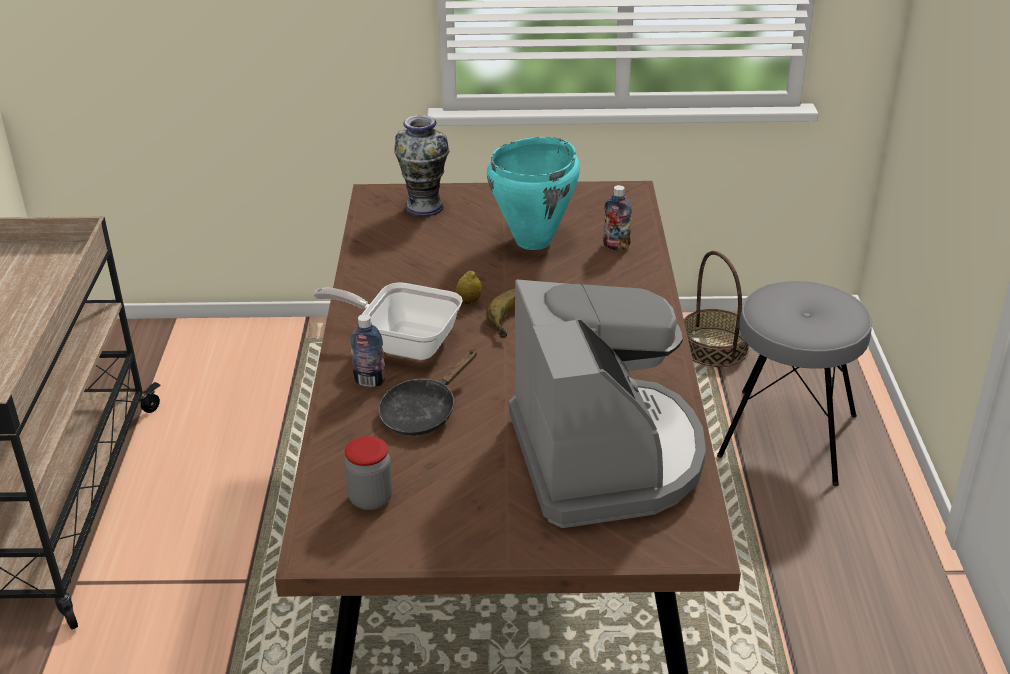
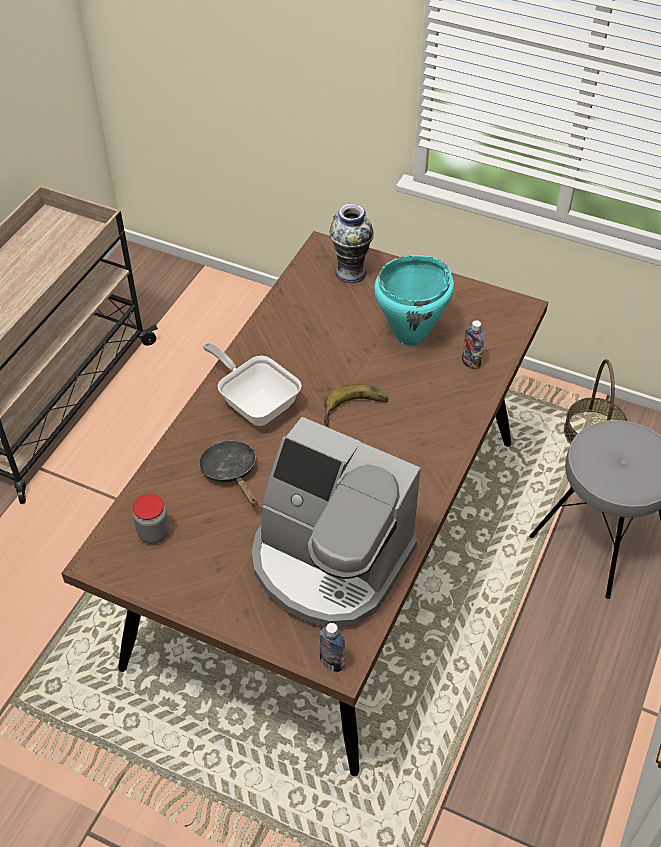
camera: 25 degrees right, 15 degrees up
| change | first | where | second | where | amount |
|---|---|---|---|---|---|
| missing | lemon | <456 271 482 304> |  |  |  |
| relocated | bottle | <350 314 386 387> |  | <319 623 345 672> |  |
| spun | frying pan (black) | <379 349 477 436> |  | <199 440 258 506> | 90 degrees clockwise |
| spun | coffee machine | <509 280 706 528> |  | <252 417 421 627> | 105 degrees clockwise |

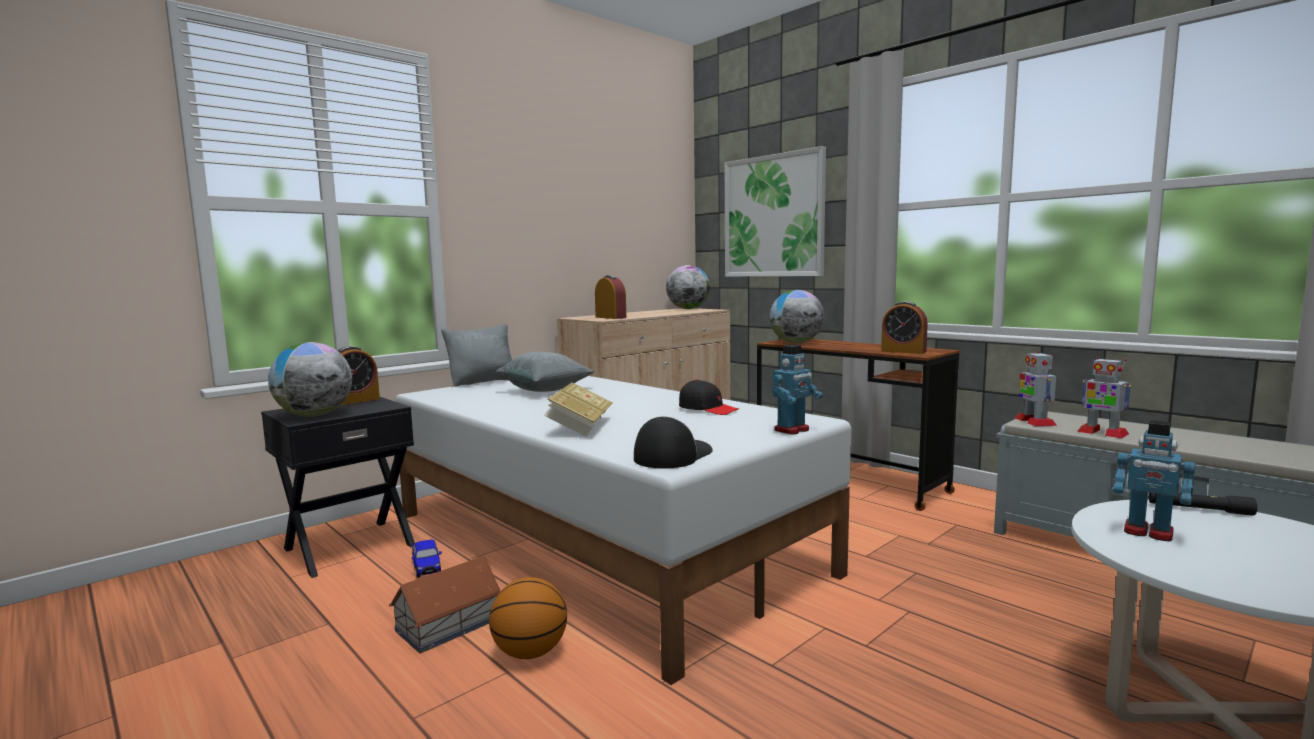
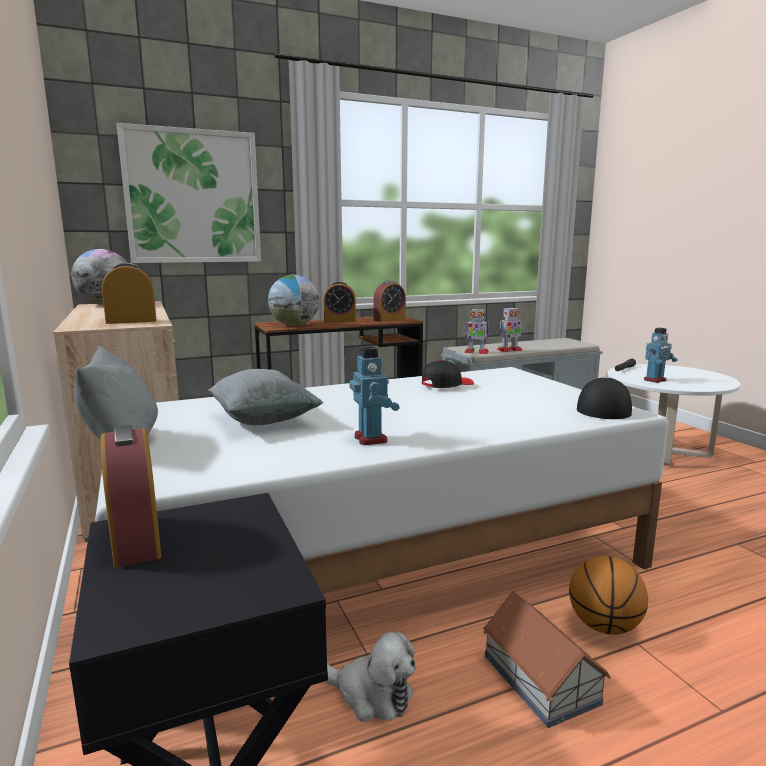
camera: 70 degrees left, 5 degrees up
| change | first | where | second | where | amount |
|---|---|---|---|---|---|
| missing | globe | <268 342 352 417> |  |  |  |
| missing | book | <544 383 612 437> |  |  |  |
| appeared |  |  | alarm clock | <323 281 356 323> |  |
| relocated | toy robot | <772 345 823 435> |  | <350 346 400 445> |  |
| exchanged | toy car | <412 540 442 578> | plush toy | <324 632 415 722> |  |
| spun | cap | <634 416 713 469> |  | <577 377 632 419> | 60 degrees clockwise |

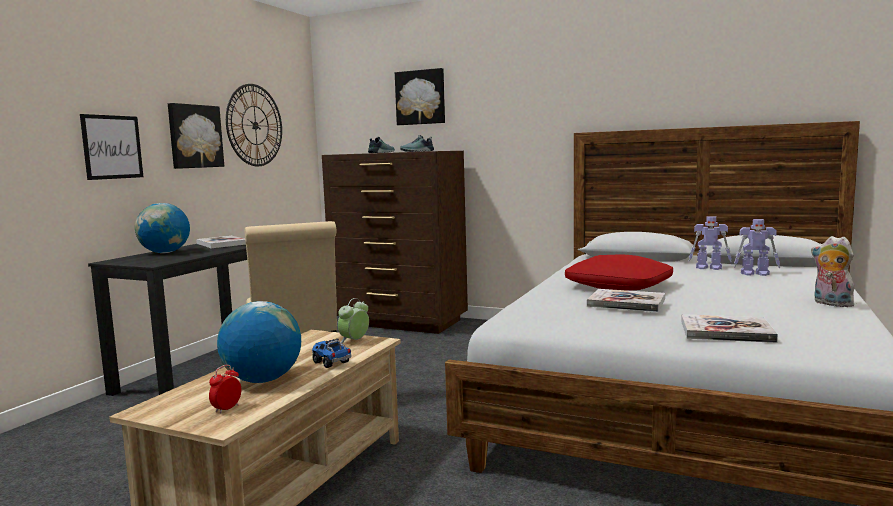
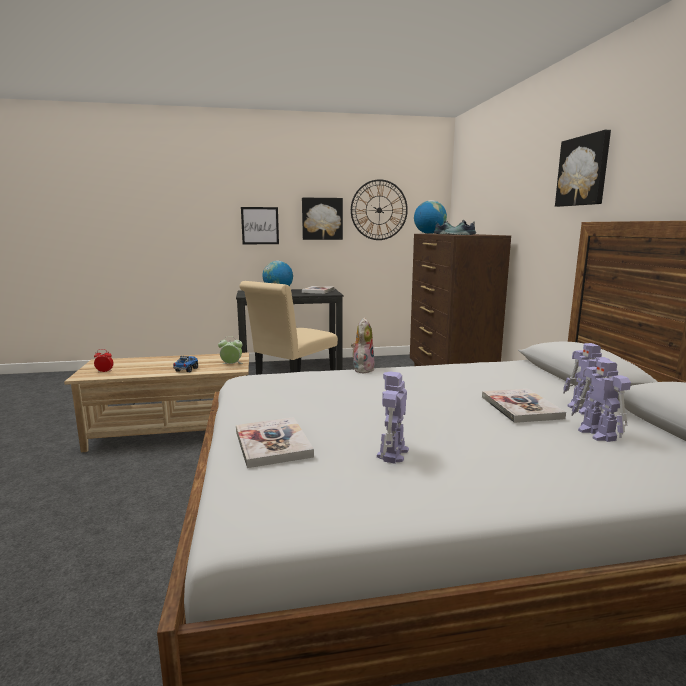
camera: 55 degrees right, 5 degrees up
| change | first | where | second | where | amount |
|---|---|---|---|---|---|
| missing | pillow (red) | <565 254 673 291> |  |  |  |
| appeared |  |  | toy robot | <377 372 409 464> |  |
| relocated | globe | <217 301 301 383> |  | <414 200 447 234> |  |
| relocated | picture | <395 68 445 125> |  | <555 130 611 207> |  |
| relocated | book | <587 289 665 312> |  | <482 389 566 423> |  |
| relocated | plush toy | <811 236 854 307> |  | <351 318 374 373> |  |

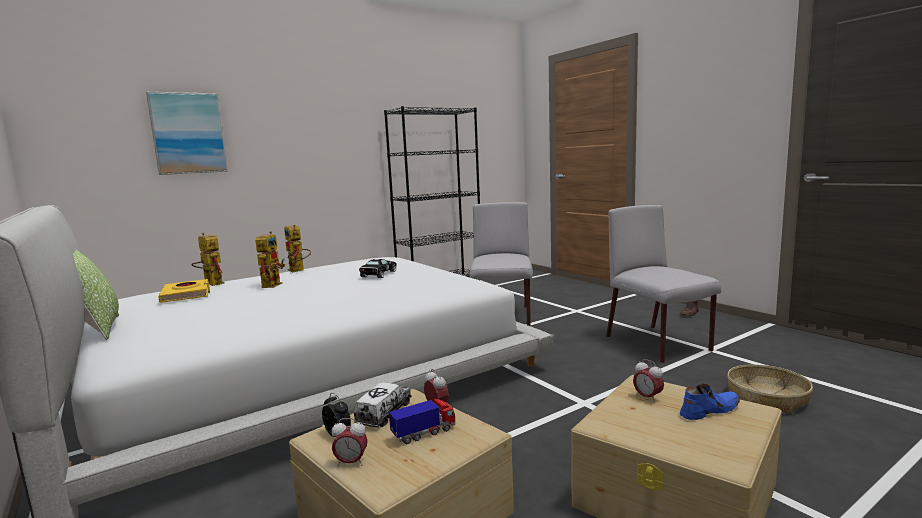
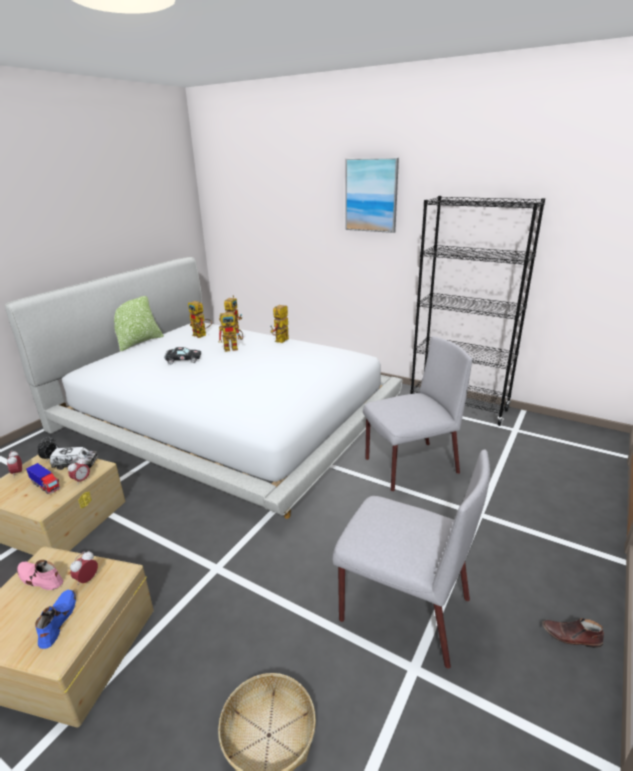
camera: 65 degrees right, 15 degrees up
| change | first | where | second | where | amount |
|---|---|---|---|---|---|
| appeared |  |  | shoe (pink) | <17 560 63 590> |  |
| relocated | picture | <146 92 228 175> |  | <345 158 399 233> |  |
| relocated | toy car (black) | <359 259 397 278> |  | <164 347 201 364> |  |
| exchanged | book (yellow) | <158 279 210 303> | toy robot | <188 301 212 338> |  |
| spun | chair (grey) | <606 205 722 363> |  | <333 450 490 668> | 75 degrees clockwise |
| spun | shoe (blue) | <680 383 740 420> |  | <35 590 76 649> | 135 degrees counterclockwise |

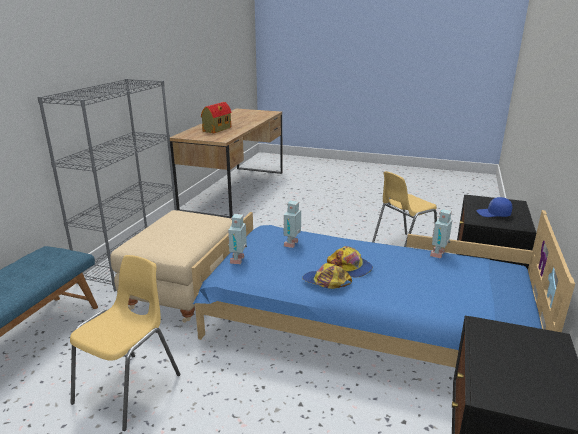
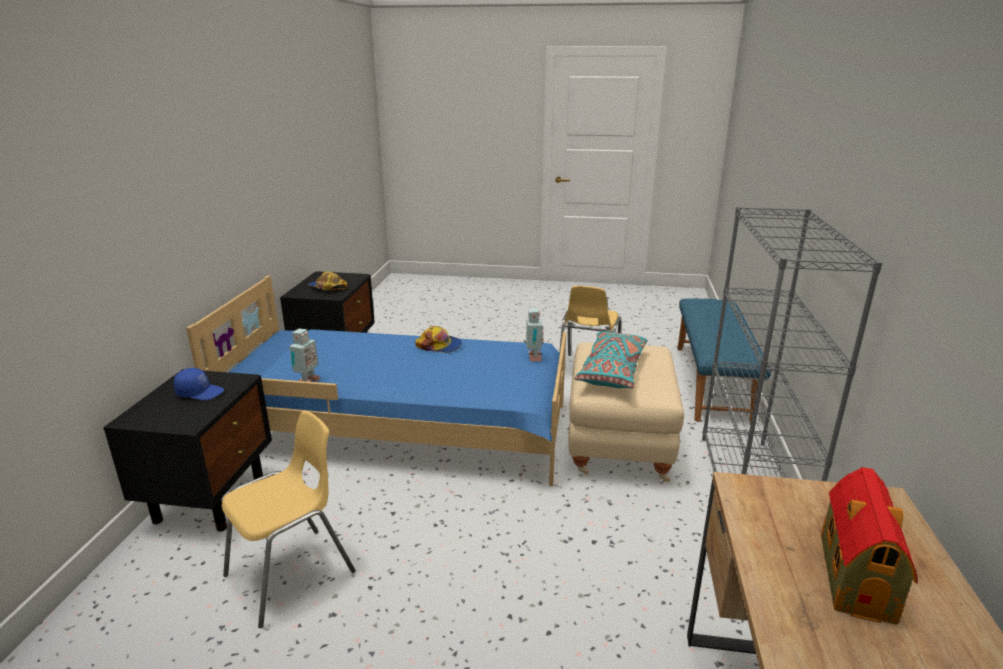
camera: 170 degrees right, 0 degrees up
| change | first | where | second | where | amount |
|---|---|---|---|---|---|
| missing | toy robot | <283 200 301 248> |  |  |  |
| appeared |  |  | pillow (turquoise) | <574 331 648 388> |  |
| relocated | cap | <327 246 373 278> |  | <308 272 347 290> |  |

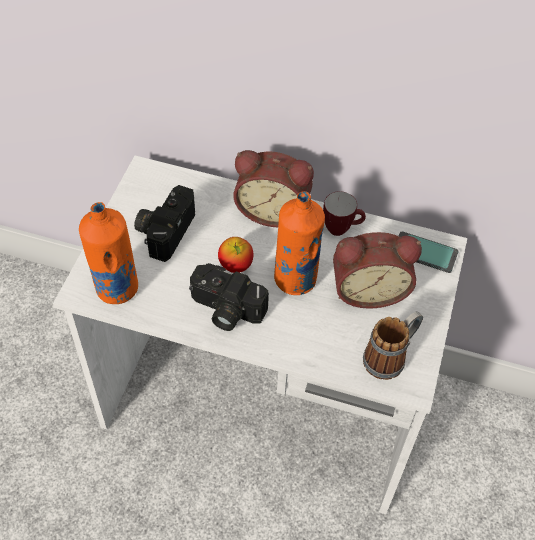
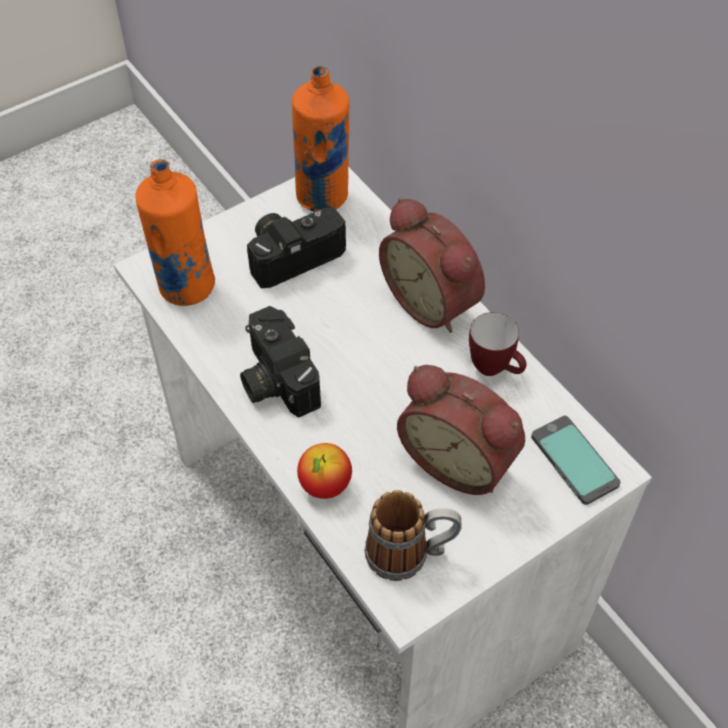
camera: 40 degrees right, 0 degrees up
| change | first | where | second | where | amount |
|---|---|---|---|---|---|
| relocated | apple | <218 237 253 273> |  | <297 443 352 499> |  |
| relocated | bottle (orange) | <274 191 325 295> |  | <292 66 349 212> |  |

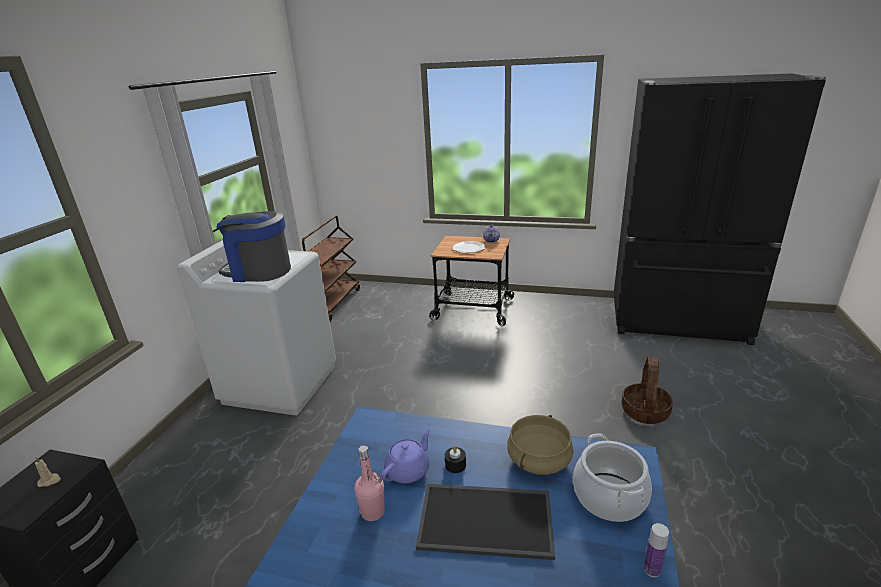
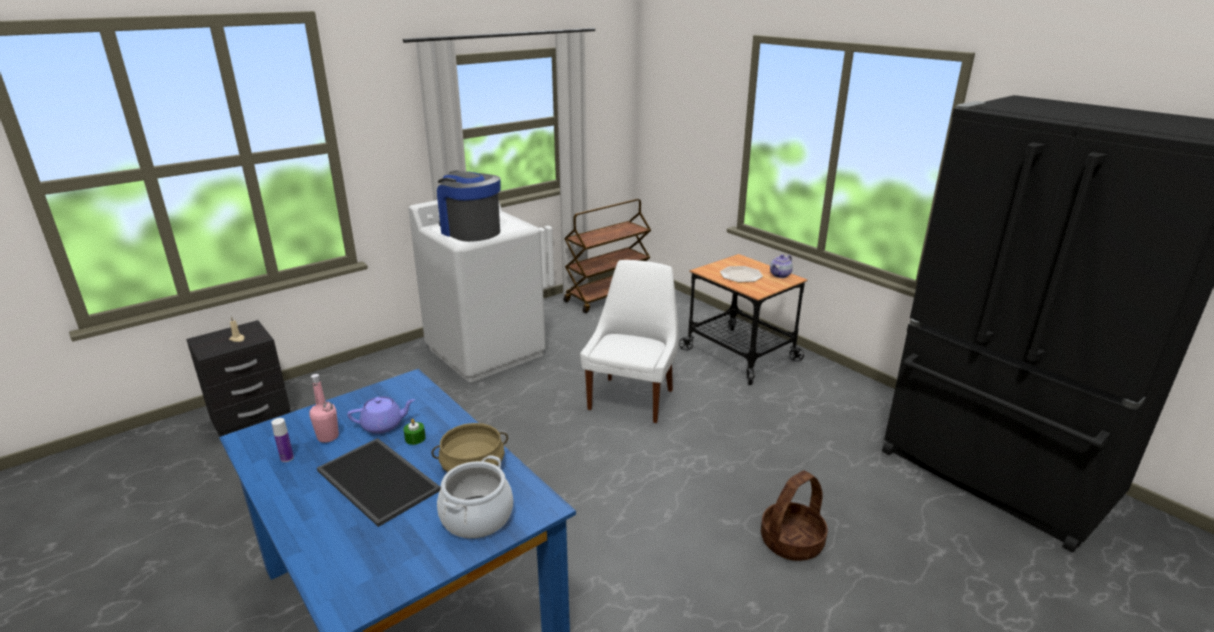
camera: 35 degrees right, 0 degrees up
| change | first | where | second | where | amount |
|---|---|---|---|---|---|
| appeared |  |  | chair (white) | <580 260 678 423> |  |
| relocated | bottle | <644 523 669 577> |  | <271 418 294 462> |  |
| colour | candle (black) | <445 446 466 473> | candle (green) | <403 419 426 445> |  |

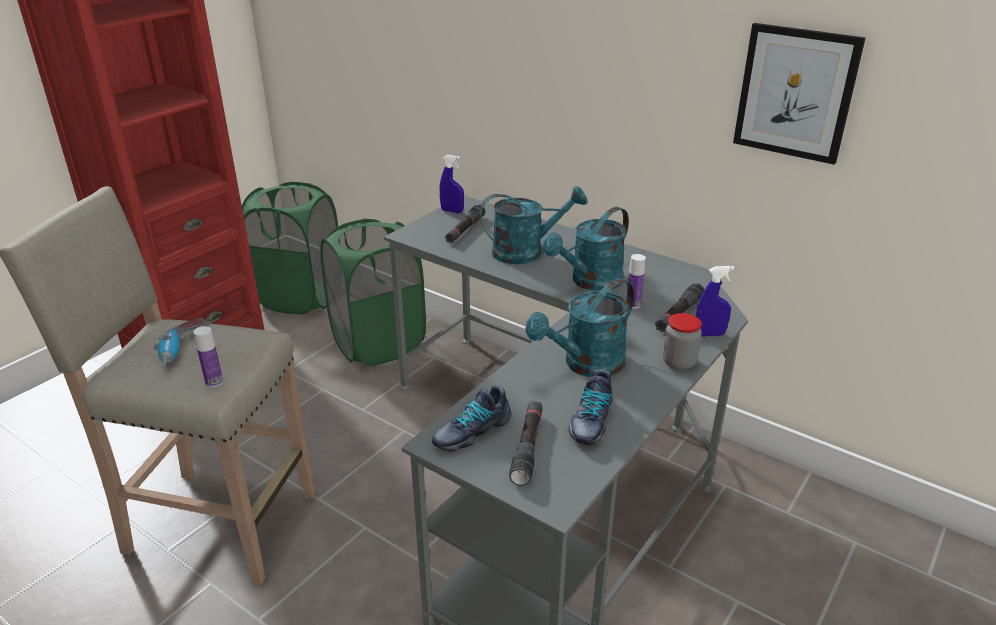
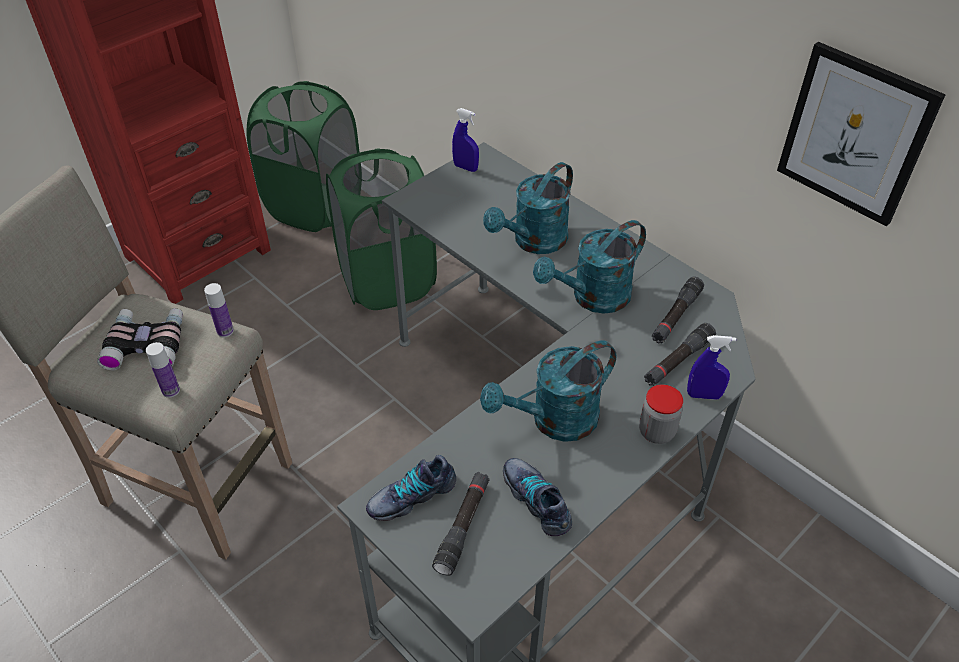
camera: 10 degrees right, 15 degrees up
| change | first | where | second | where | amount |
|---|---|---|---|---|---|
| relocated | flashlight (black) | <445 204 485 243> |  | <652 277 704 343> |  |
| relocated | bottle | <626 254 646 309> |  | <204 283 234 337> |  |
| exchanged | power drill | <154 318 209 369> | binoculars | <97 308 183 371> |  |
| spun | watering can (turquoise) | <480 186 587 264> |  | <483 162 573 254> | 135 degrees clockwise |
| spun | shoe | <568 369 613 446> |  | <503 458 572 536> | 120 degrees clockwise |

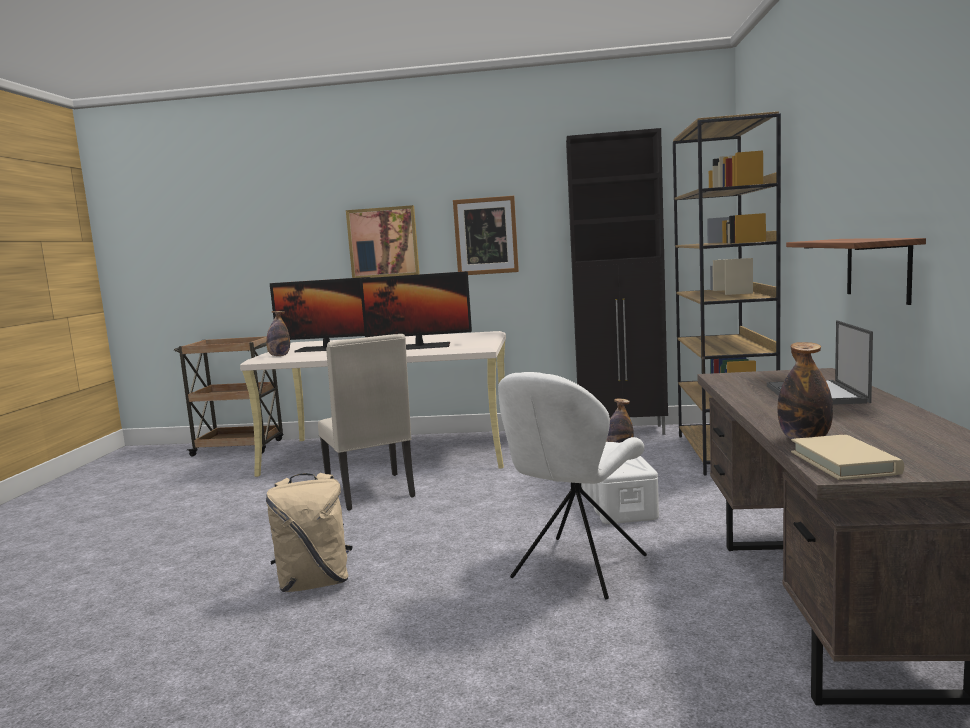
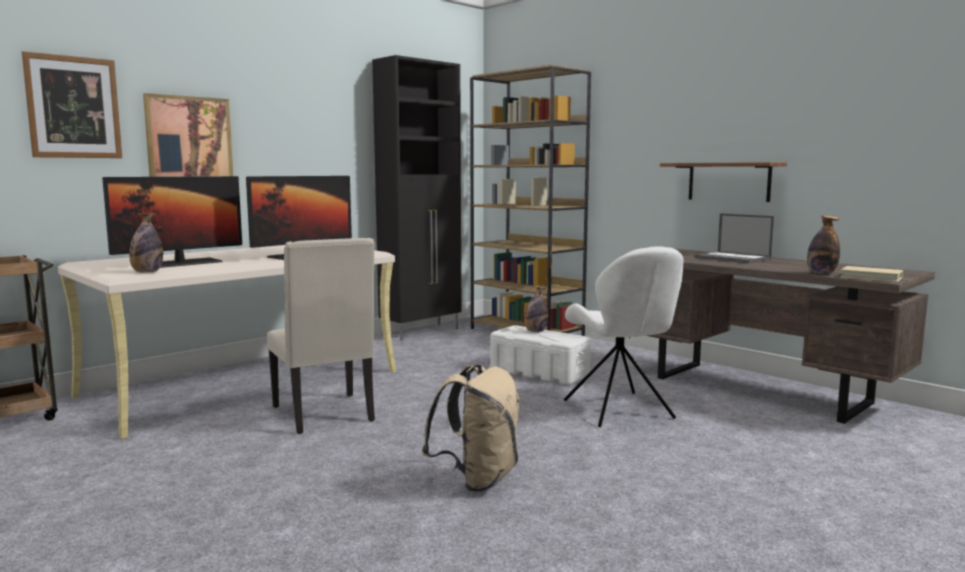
camera: 50 degrees left, 0 degrees up
| change | first | where | second | where | amount |
|---|---|---|---|---|---|
| relocated | picture | <453 196 519 275> |  | <22 51 122 158> |  |
| spun | chair (beige) | <318 334 415 511> |  | <267 238 375 434> | 45 degrees clockwise |

